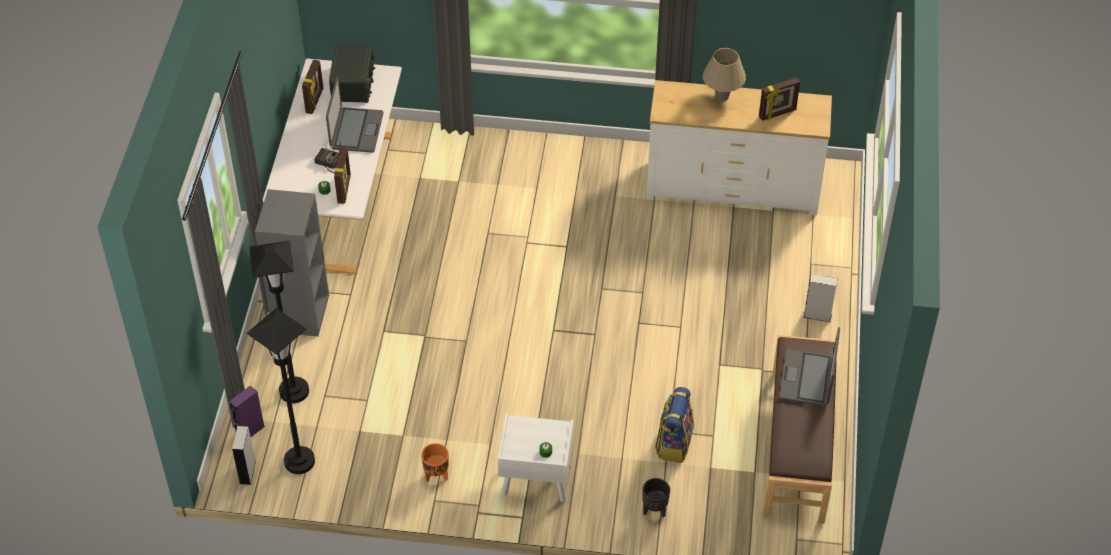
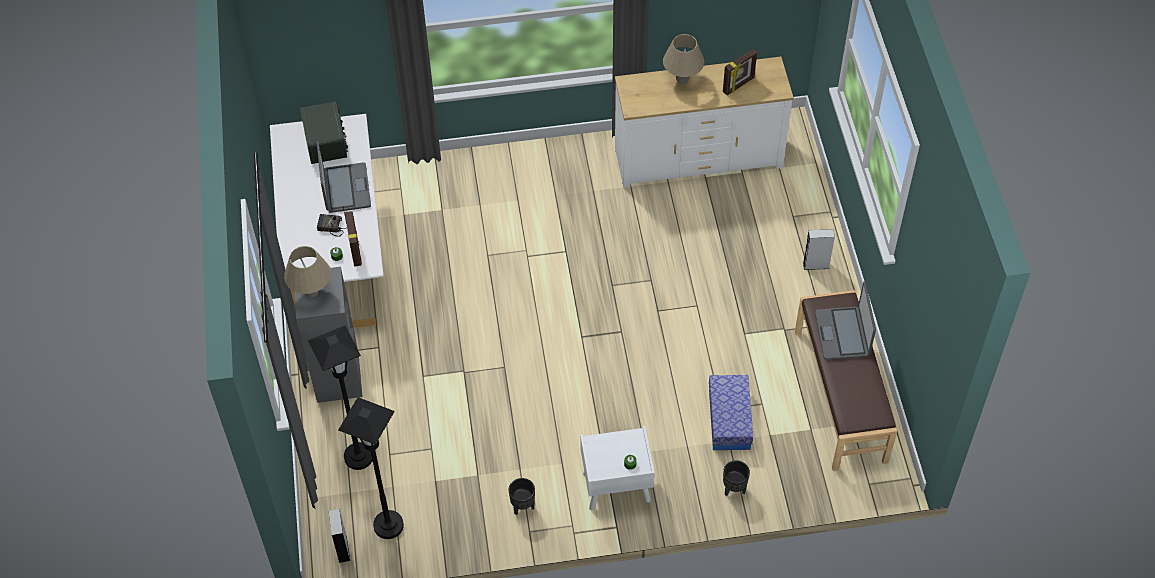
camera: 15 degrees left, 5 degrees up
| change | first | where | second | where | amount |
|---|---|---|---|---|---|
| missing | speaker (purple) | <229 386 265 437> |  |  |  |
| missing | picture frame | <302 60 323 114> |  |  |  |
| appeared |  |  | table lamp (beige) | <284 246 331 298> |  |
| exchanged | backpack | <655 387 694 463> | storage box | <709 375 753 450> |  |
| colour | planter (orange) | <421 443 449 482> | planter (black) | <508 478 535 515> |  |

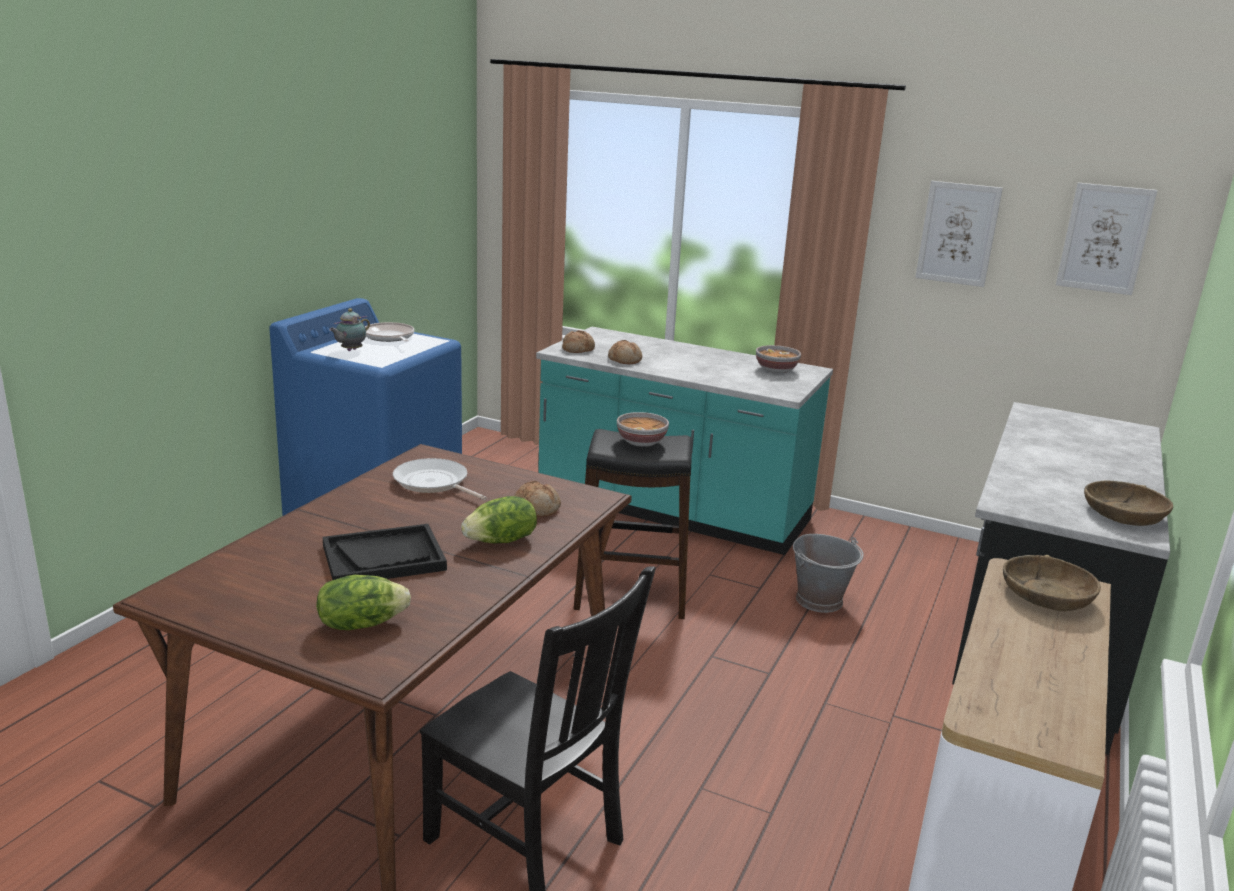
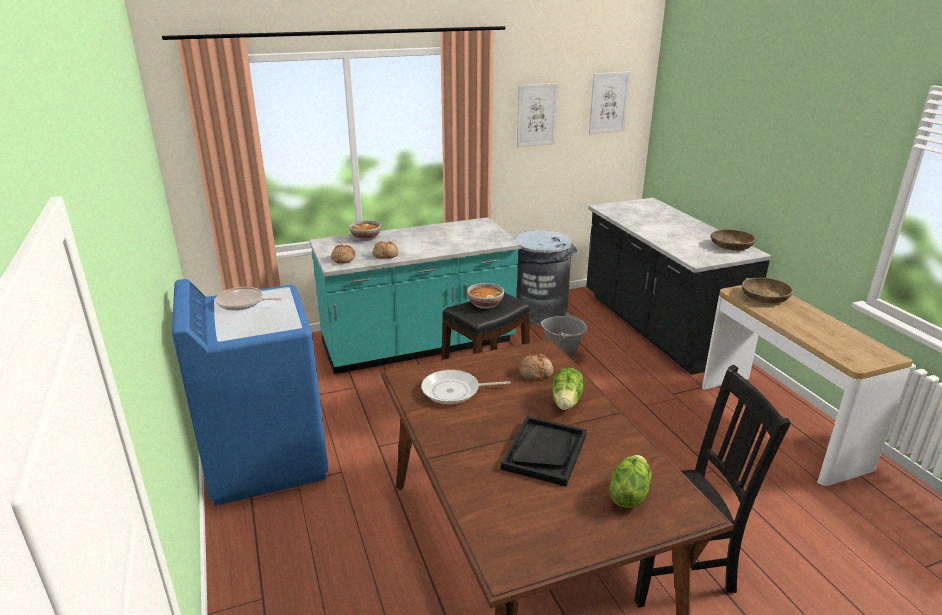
camera: 45 degrees left, 5 degrees up
| change | first | where | second | where | amount |
|---|---|---|---|---|---|
| missing | teapot | <329 308 370 351> |  |  |  |
| appeared |  |  | trash can (grey) | <515 230 578 326> |  |
| relocated | bowl | <756 345 801 373> |  | <349 220 381 241> |  |

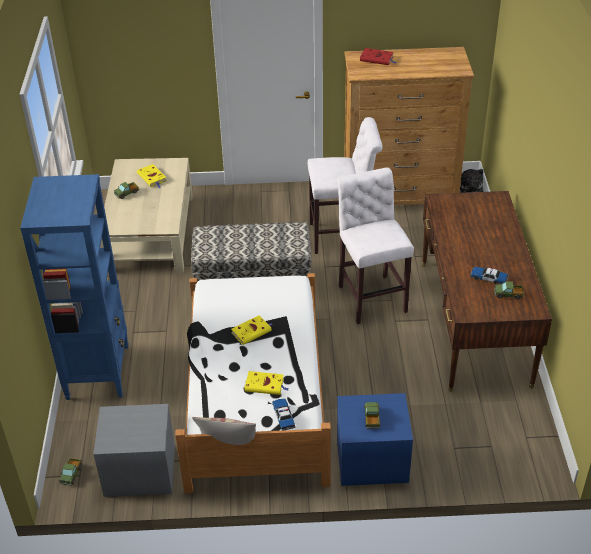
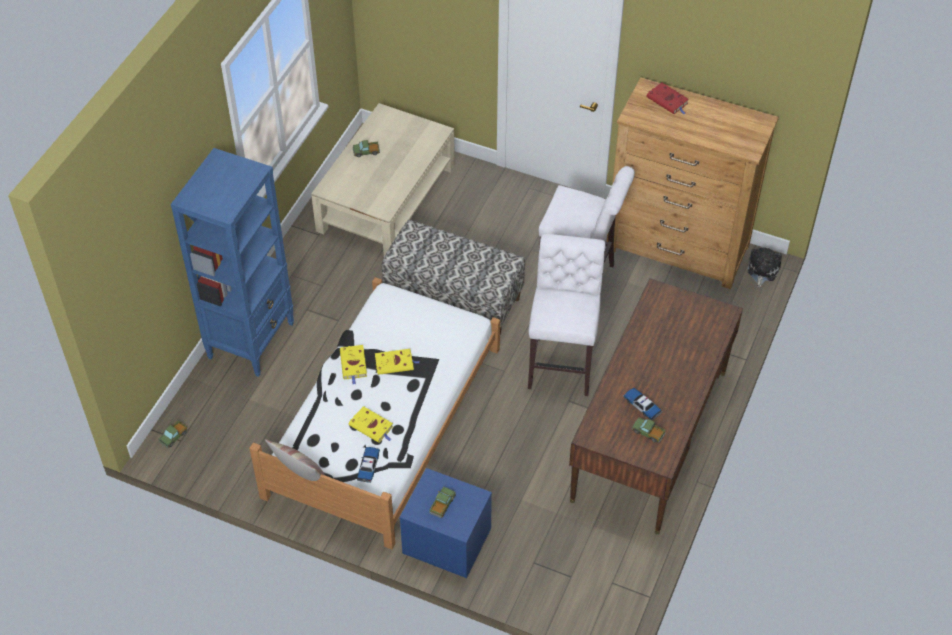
camera: 25 degrees right, 10 degrees up
| change | first | where | second | where | amount |
|---|---|---|---|---|---|
| missing | nightstand (grey) | <93 404 175 497> |  |  |  |
| relocated | book (yellow) | <137 164 167 188> |  | <340 345 367 384> |  |

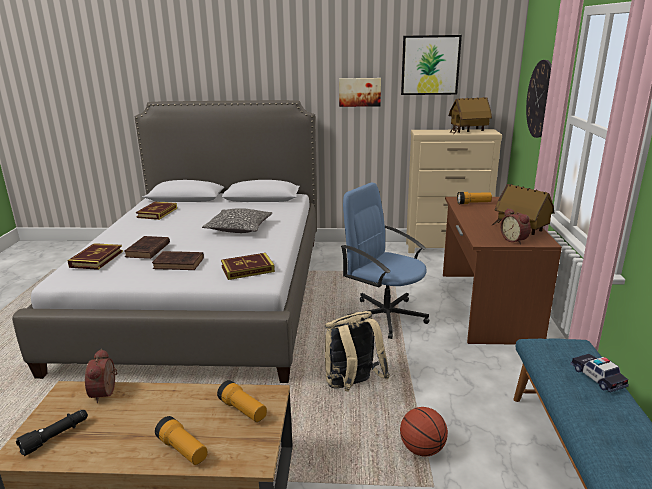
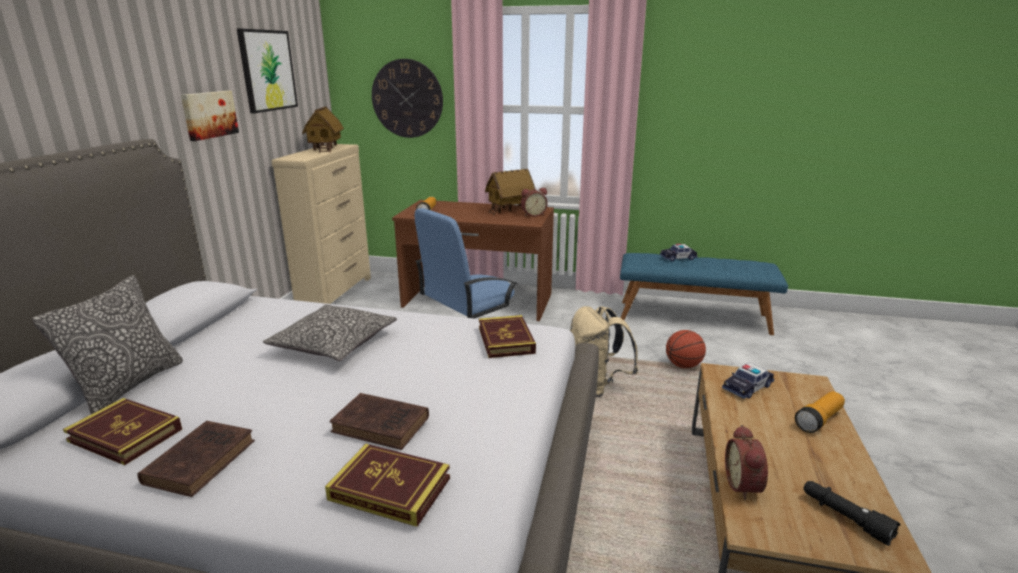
camera: 80 degrees left, 0 degrees up
| change | first | where | second | where | amount |
|---|---|---|---|---|---|
| appeared |  |  | pillow | <32 275 183 414> |  |
| relocated | book (brown) | <152 251 204 270> |  | <137 421 255 497> |  |
| exchanged | flashlight | <217 380 267 422> | toy car | <722 363 774 399> |  |
| spun | alarm clock | <85 349 118 403> |  | <725 425 768 500> | 90 degrees clockwise |

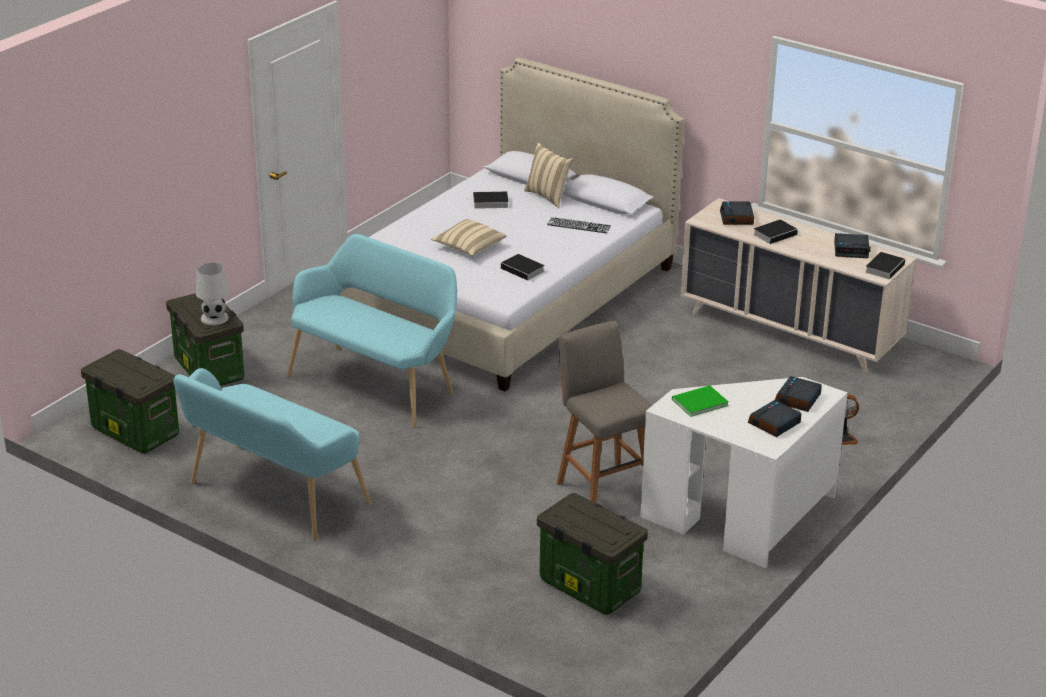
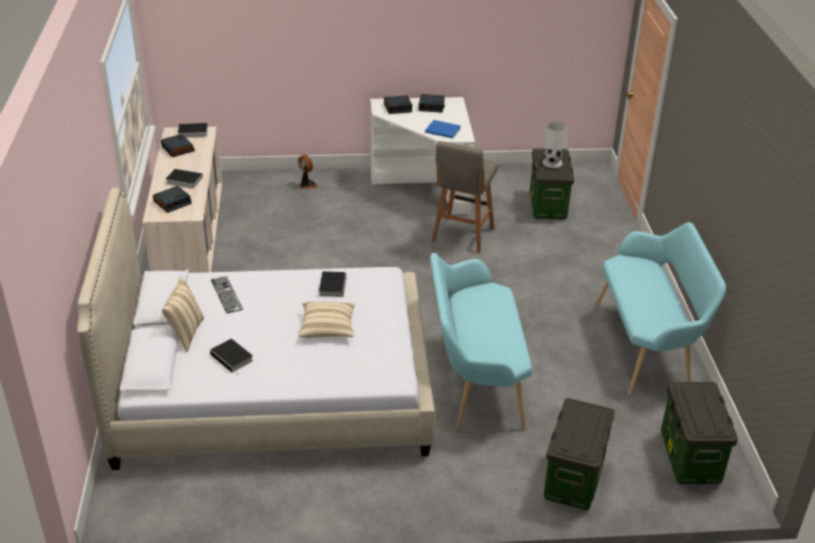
camera: 130 degrees left, 5 degrees up
| change | first | where | second | where | amount |
|---|---|---|---|---|---|
| relocated | table lamp (white) | <196 262 229 325> |  | <542 122 567 168> |  |
| colour | book (green) | <672 385 729 417> | book (blue) | <425 120 461 138> |  |

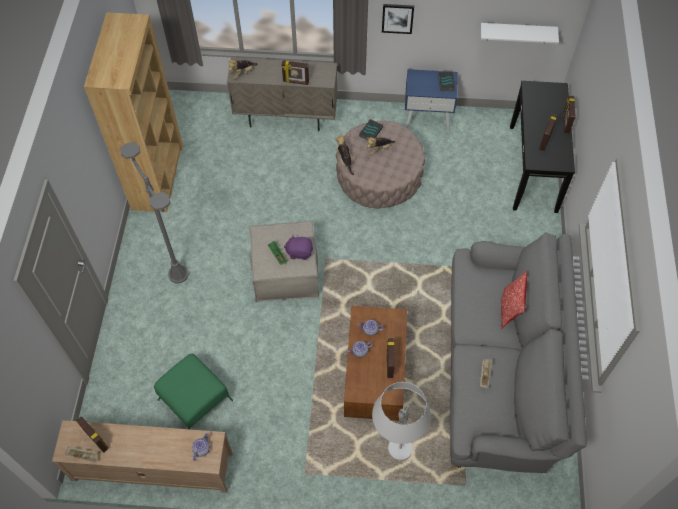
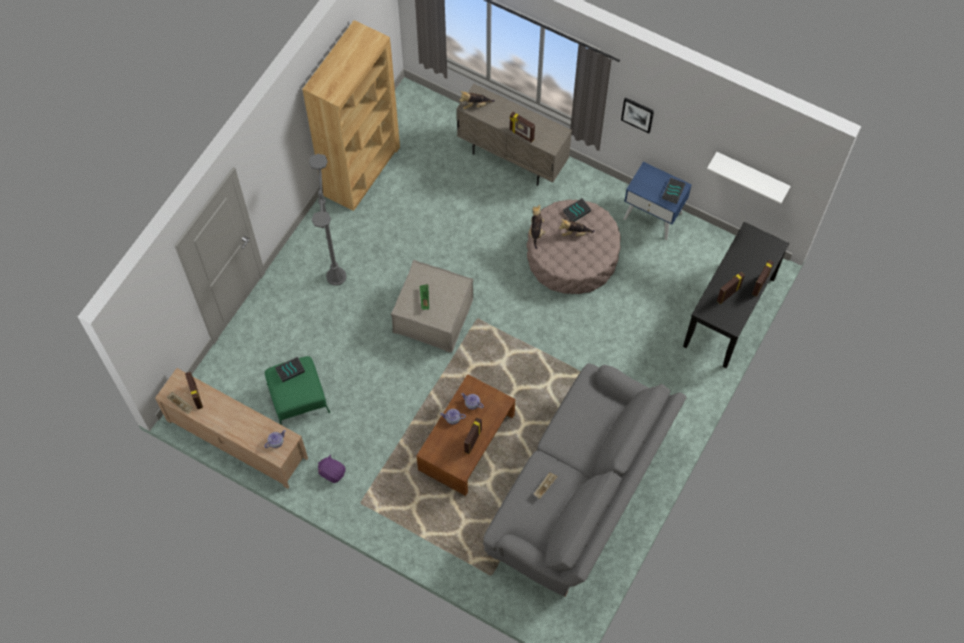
camera: 25 degrees right, 5 degrees up
| change | first | where | second | where | amount |
|---|---|---|---|---|---|
| missing | floor lamp (white) | <372 382 431 460> |  |  |  |
| missing | pillow | <501 271 527 328> |  |  |  |
| appeared |  |  | book | <275 357 305 382> |  |
| relocated | plush toy (purple) | <284 234 313 260> |  | <318 454 345 483> |  |

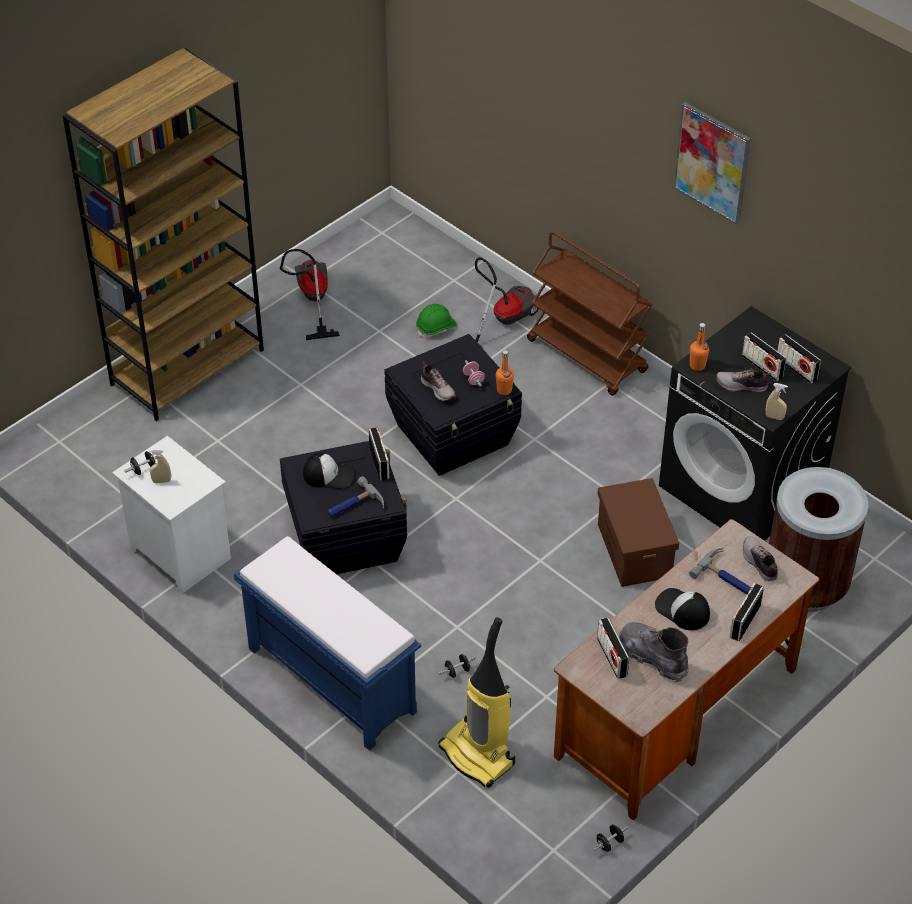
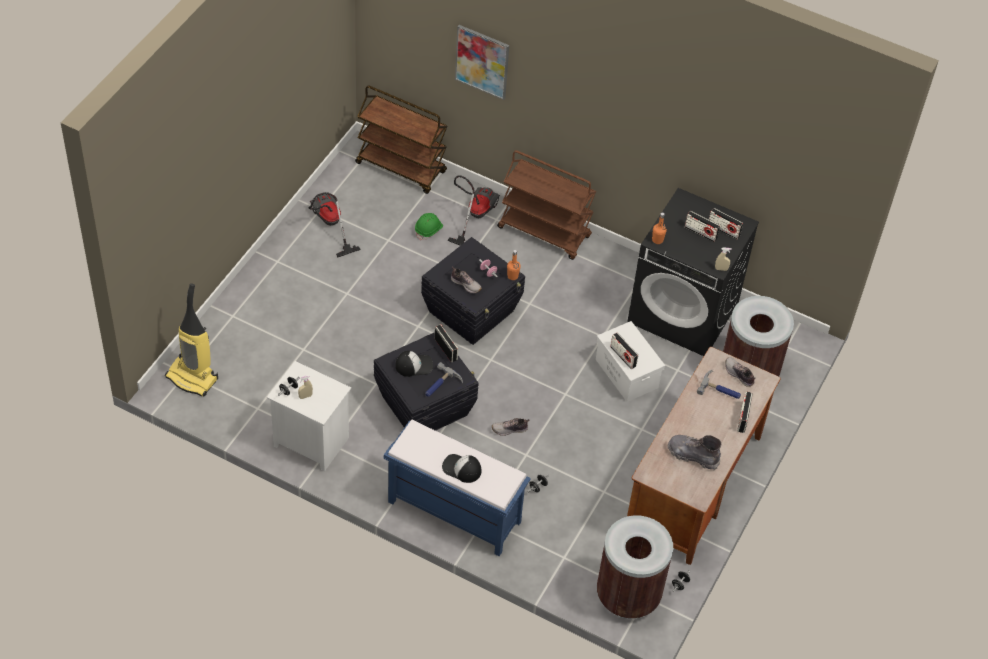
camera: 20 degrees left, 5 degrees up
| change | first | where | second | where | amount |
|---|---|---|---|---|---|
| missing | bookcase (brown) | <63 48 264 421> |  |  |  |
| appeared |  |  | cart (brown) | <355 85 447 194> |  |
| appeared |  |  | trash can (brown) | <597 515 673 619> |  |
| relocated | vacuum cleaner | <438 617 515 788> |  | <165 283 218 397> |  |
| relocated | radio | <597 618 629 679> |  | <610 333 638 369> |  |
| relocated | cap | <655 588 710 630> |  | <442 454 481 483> |  |
| relocated | picture | <674 102 751 225> |  | <455 25 509 100> |  |
| relocated | shoe | <716 369 771 392> |  | <492 418 530 436> |  |
| colour | storage box (brown) | <598 478 679 587> | storage box (white) | <596 321 665 402> |  |

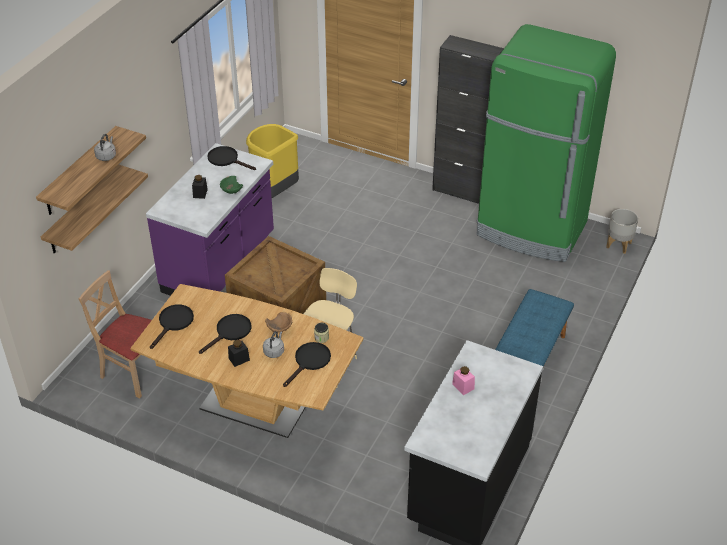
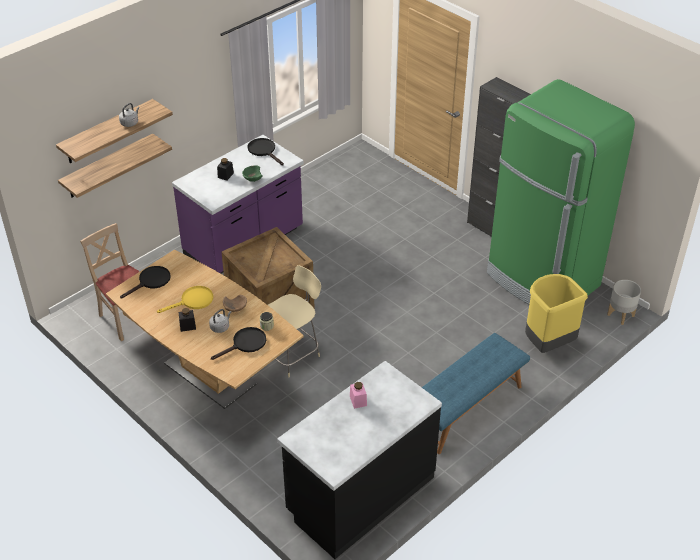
camera: 20 degrees right, 0 degrees up
| change | first | where | second | where | amount |
|---|---|---|---|---|---|
| relocated | trash can (yellow) | <246 124 299 198> |  | <525 274 588 353> |  |
| colour | frying pan (black) | <199 314 251 354> | frying pan (yellow) | <157 286 213 313> |  |

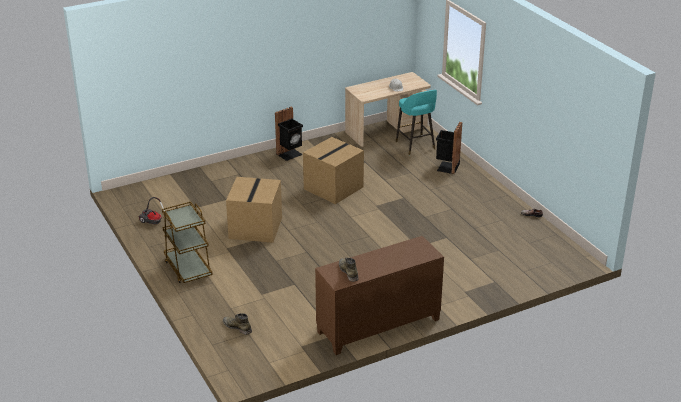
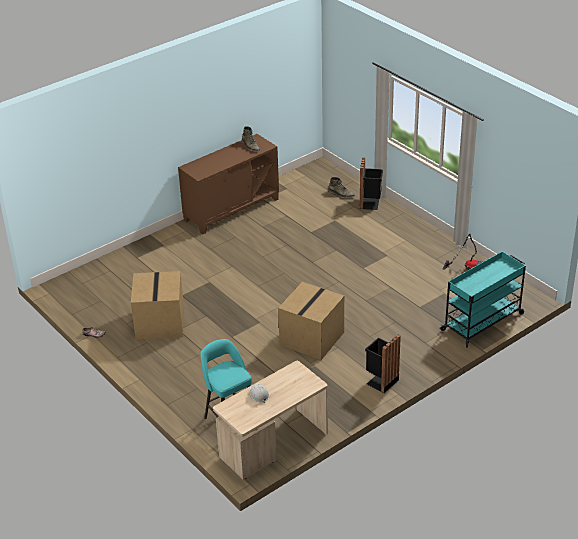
camera: 170 degrees right, 5 degrees up
| change | first | where | second | where | amount |
|---|---|---|---|---|---|
| missing | cart (brown) | <162 202 213 283> |  |  |  |
| appeared |  |  | cart (turquoise) | <440 251 526 348> |  |
| relocated | cardboard box | <226 177 282 243> |  | <131 271 184 339> |  |
| relocated | trash can (black) | <436 122 462 174> |  | <359 157 383 210> |  |

